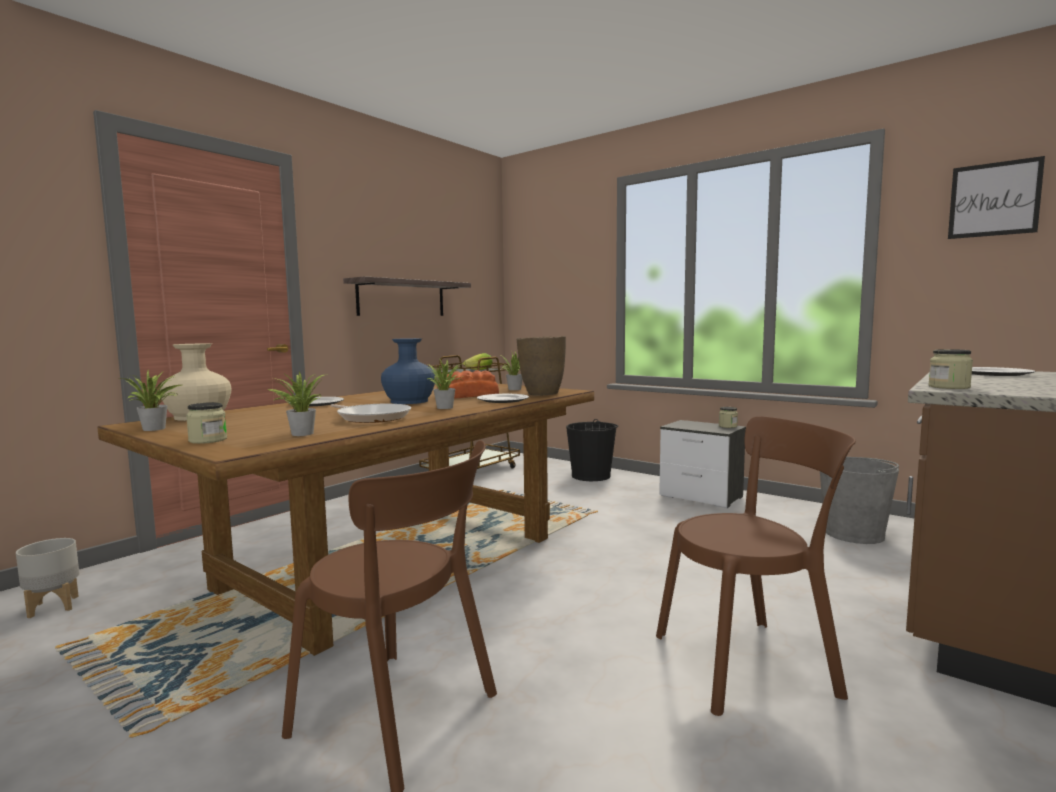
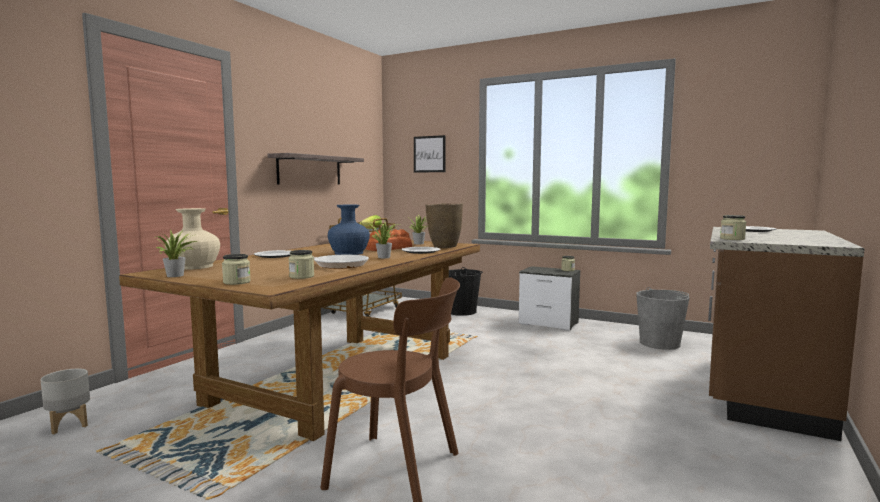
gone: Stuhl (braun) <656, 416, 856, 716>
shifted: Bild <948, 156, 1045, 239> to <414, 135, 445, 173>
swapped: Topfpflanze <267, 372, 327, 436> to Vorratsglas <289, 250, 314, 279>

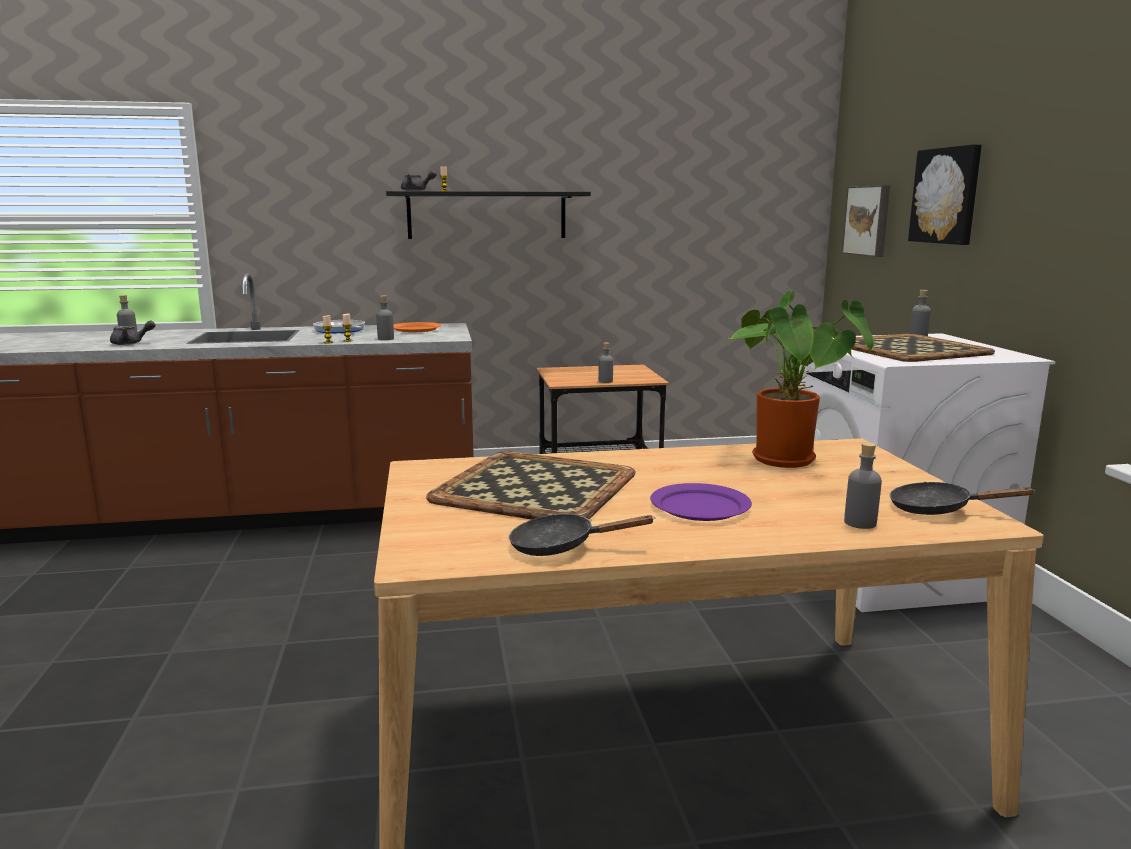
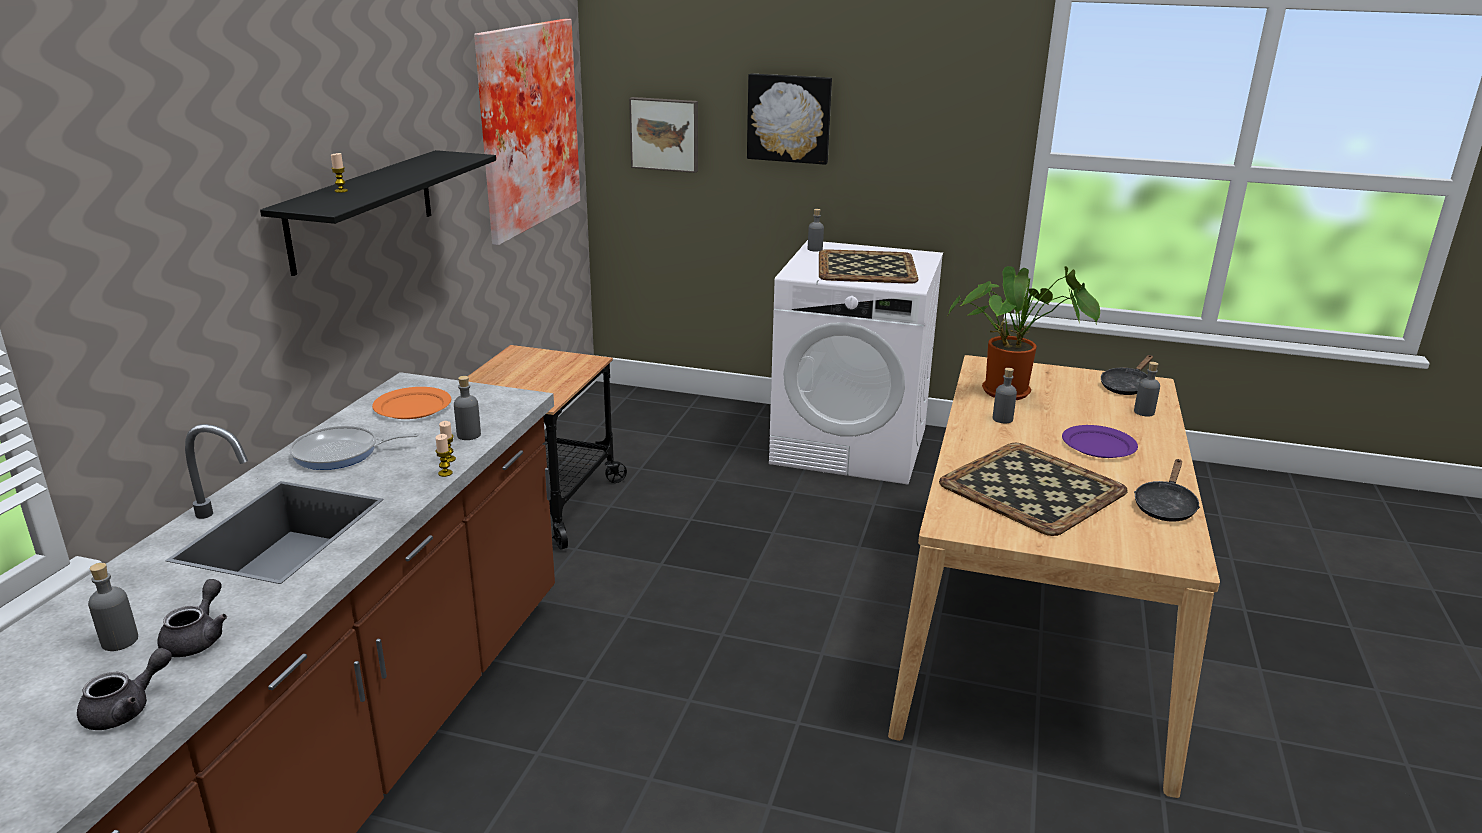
new: Bild <474, 19, 580, 245>
shifted: Teekanne (grau) <401, 170, 437, 191> to <77, 648, 172, 730>; Flasche (grau) <598, 343, 613, 383> to <993, 368, 1017, 423>

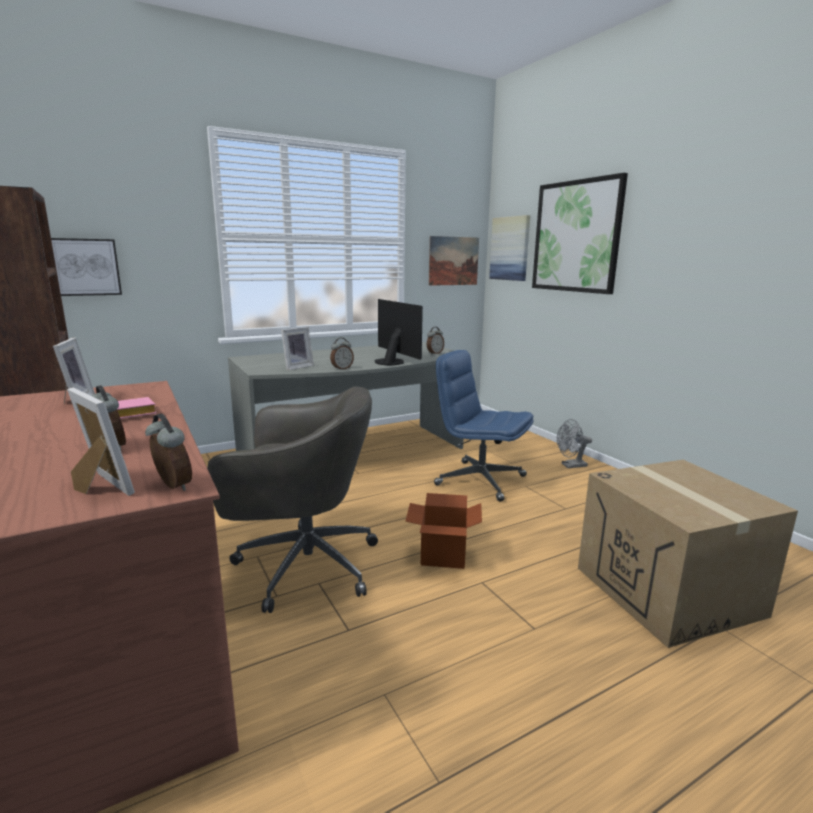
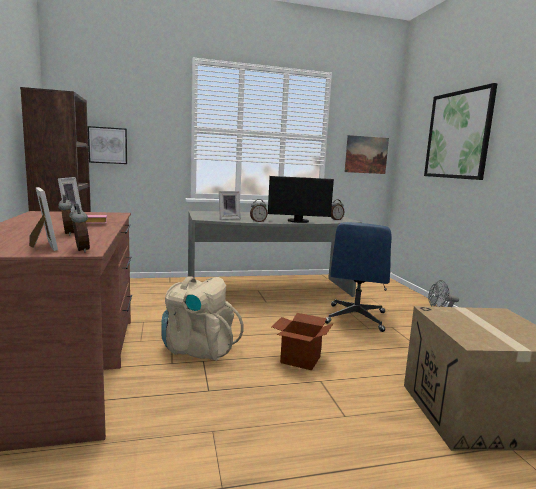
gone: Bild <489, 215, 530, 281>
swapped: Bürostuhl (grau) <207, 386, 378, 613> to Rucksack (beige) <161, 276, 244, 361>
rotated: Monitor <375, 299, 423, 365> = <268, 176, 334, 223> 105 degrees clockwise; Bürostuhl (blau) <434, 350, 533, 502> = <325, 222, 392, 332> 120 degrees counterclockwise

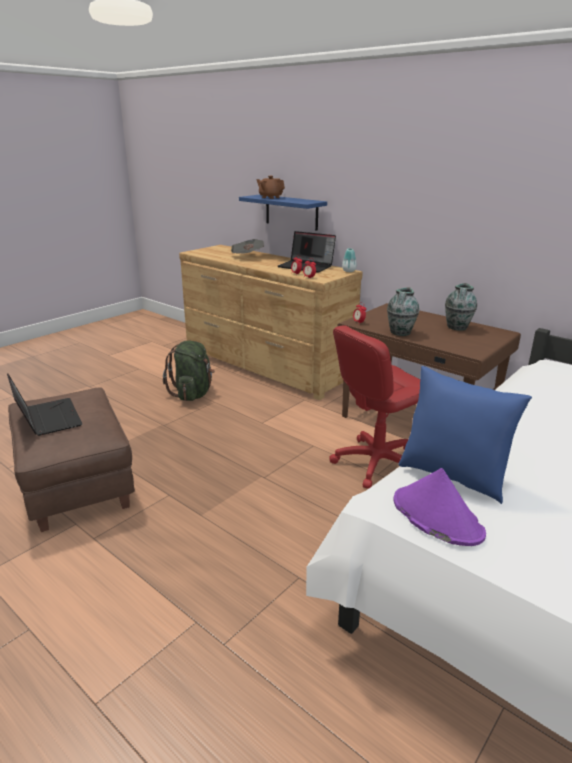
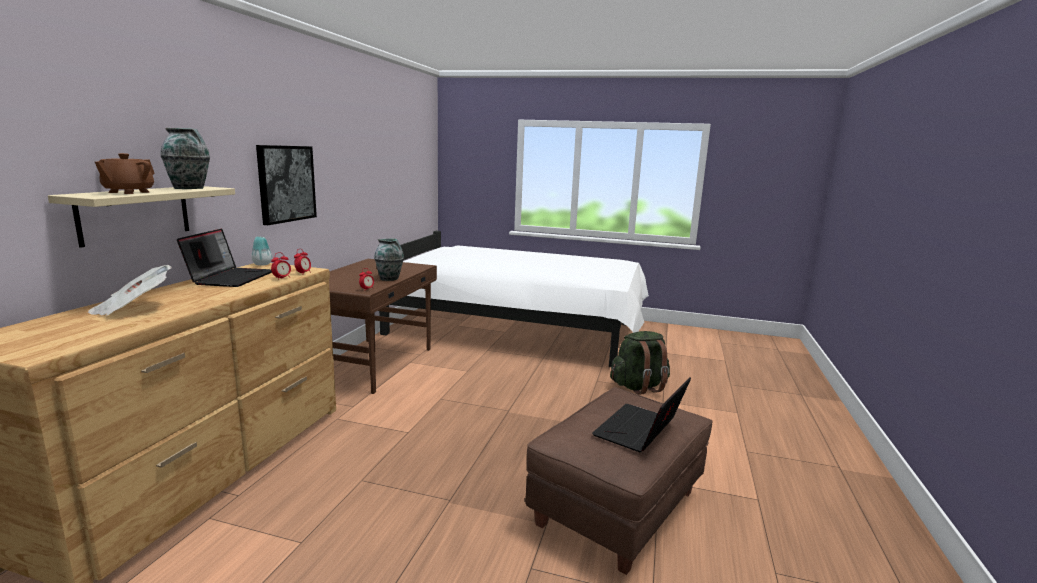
gone: Bürostuhl (rot) <329, 325, 420, 489>; Hut (lila) <394, 468, 486, 546>; Kissen (blau) <398, 366, 532, 504>
new: Bild <256, 145, 317, 225>
shifted: Vase <445, 283, 477, 331> to <161, 128, 210, 189>; Rucksack (grün) <163, 341, 215, 401> to <610, 331, 670, 395>
repainted: Wandregal (blau) <239, 195, 327, 231> to Wandregal (beige) <48, 186, 235, 248>

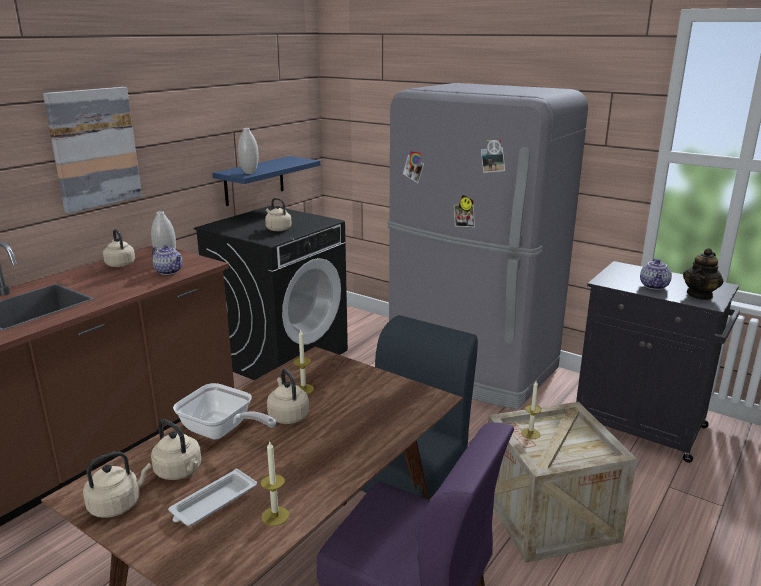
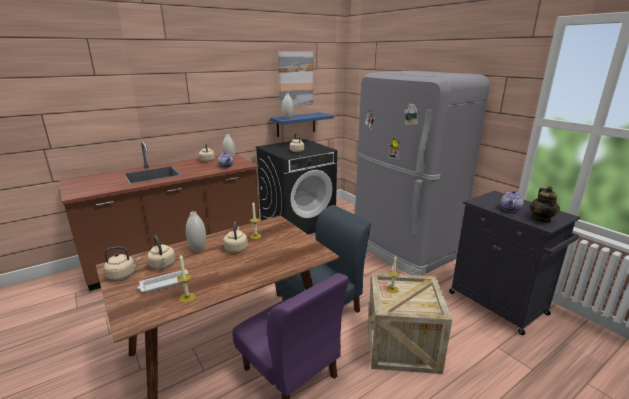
shifted: Bild <43, 87, 142, 213> to <278, 52, 313, 107>
swapped: Pfanne <173, 383, 276, 440> to Vase (weiß) <186, 211, 206, 252>
rotated: Teekanne <683, 248, 723, 300> = <530, 186, 560, 223> 45 degrees counterclockwise

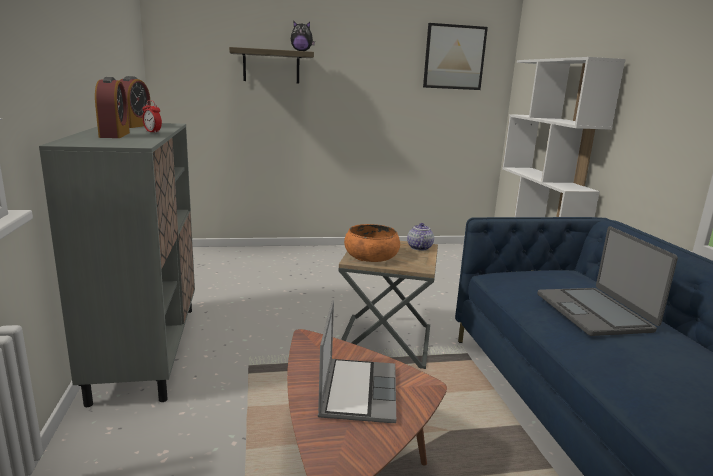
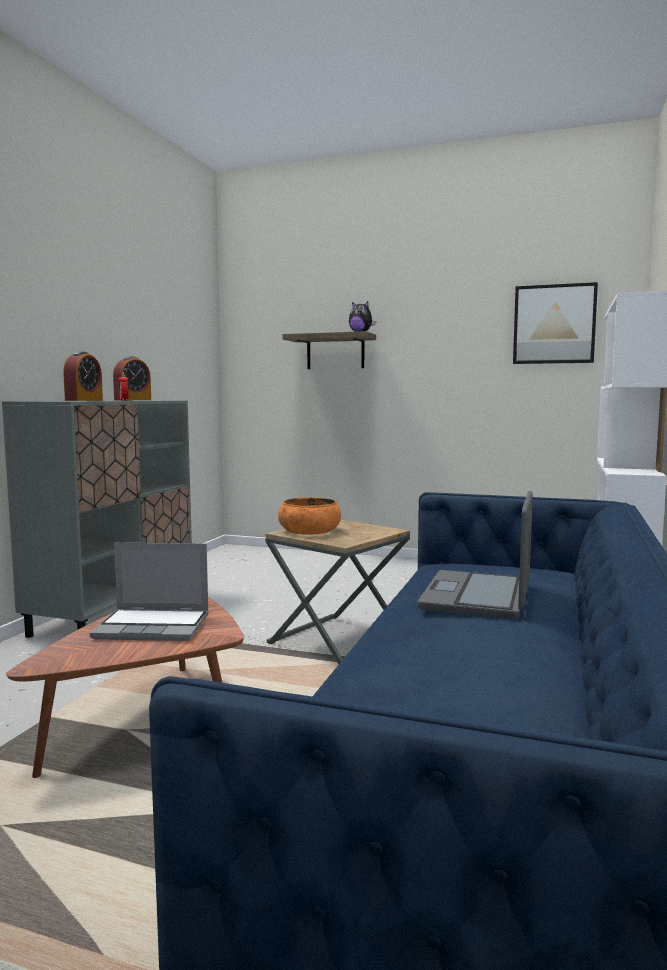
gone: Teekanne <407, 223, 434, 251>
rotated: Laptop <318, 300, 396, 423> = <90, 543, 209, 641> 60 degrees clockwise

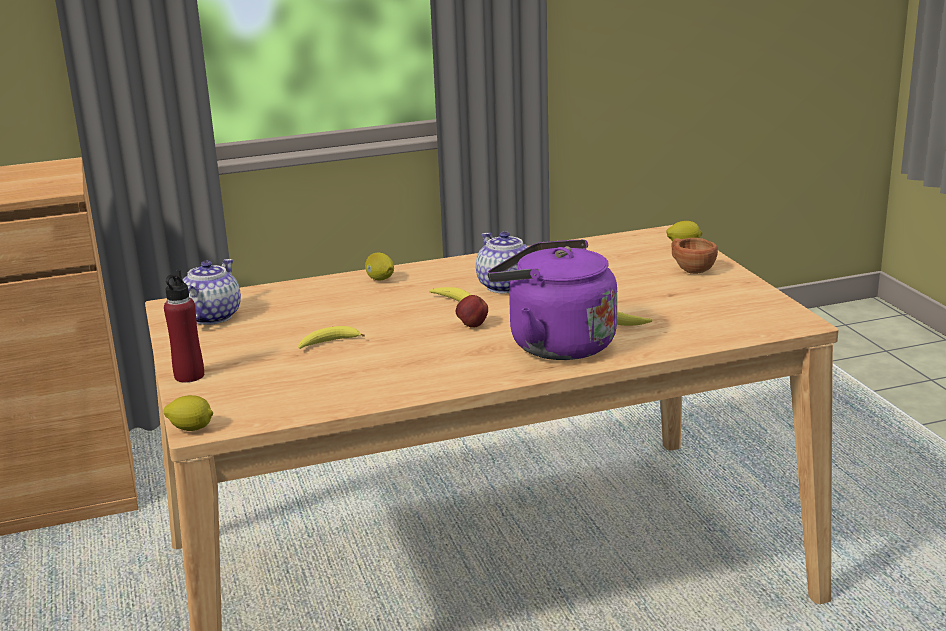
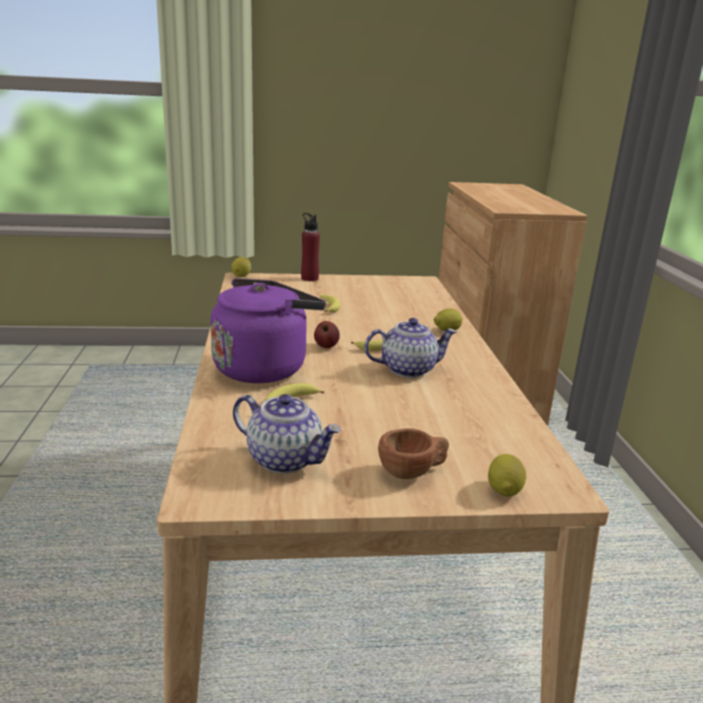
shifted: Teekanne <183, 259, 241, 325> to <233, 394, 341, 474>

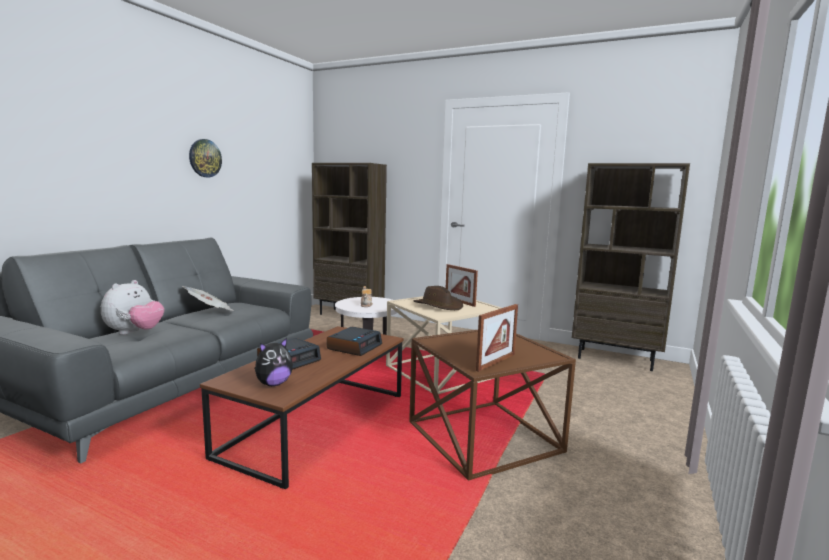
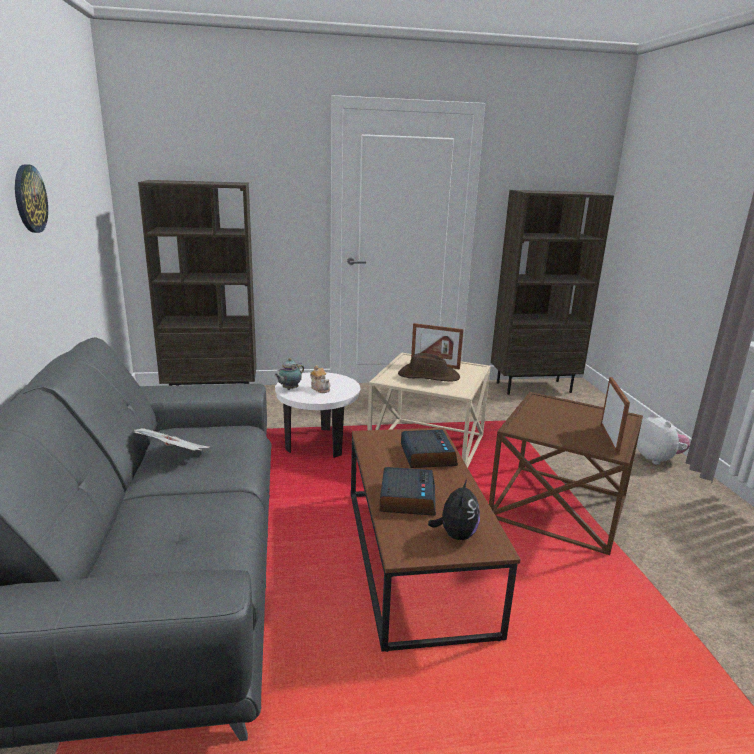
new: Teekanne <274, 358, 304, 390>
shifted: Plüschtier <101, 280, 164, 335> to <637, 413, 690, 465>

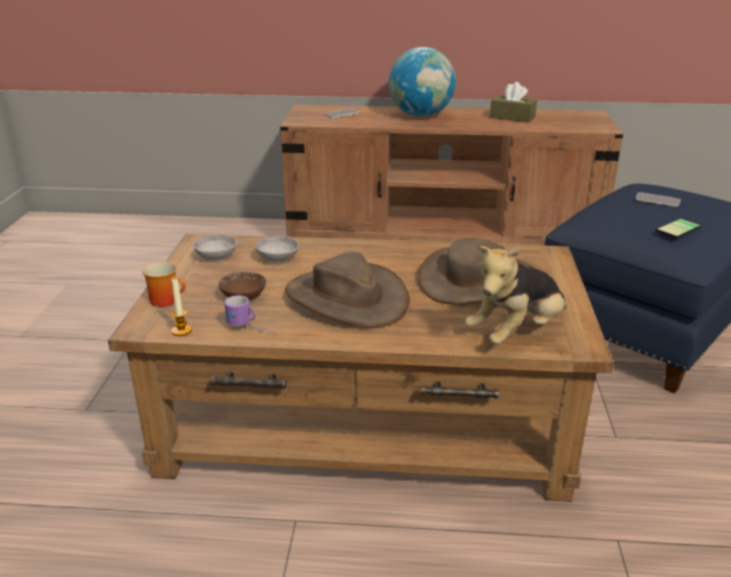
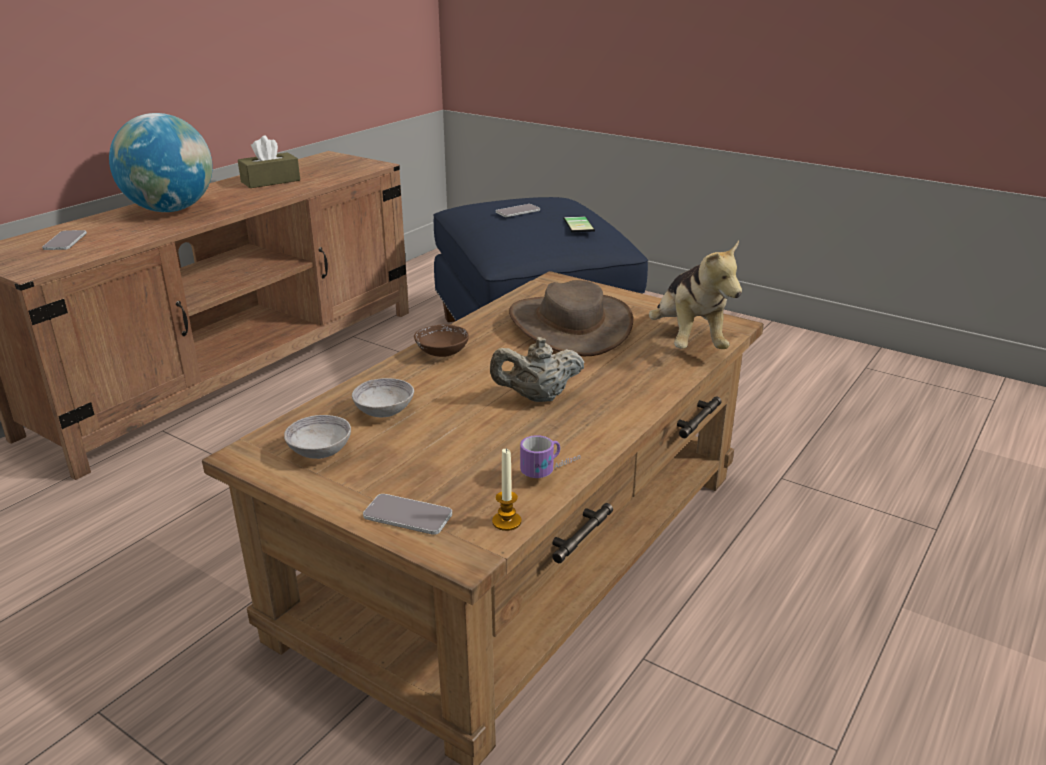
shifted: Schüssel (braun) <219, 272, 266, 300> to <414, 325, 469, 357>
swapped: Henkelbecher <142, 262, 186, 307> to Handy <363, 494, 452, 535>; Hut (braun) <285, 252, 410, 327> to Teekanne (beige) <490, 337, 585, 402>

